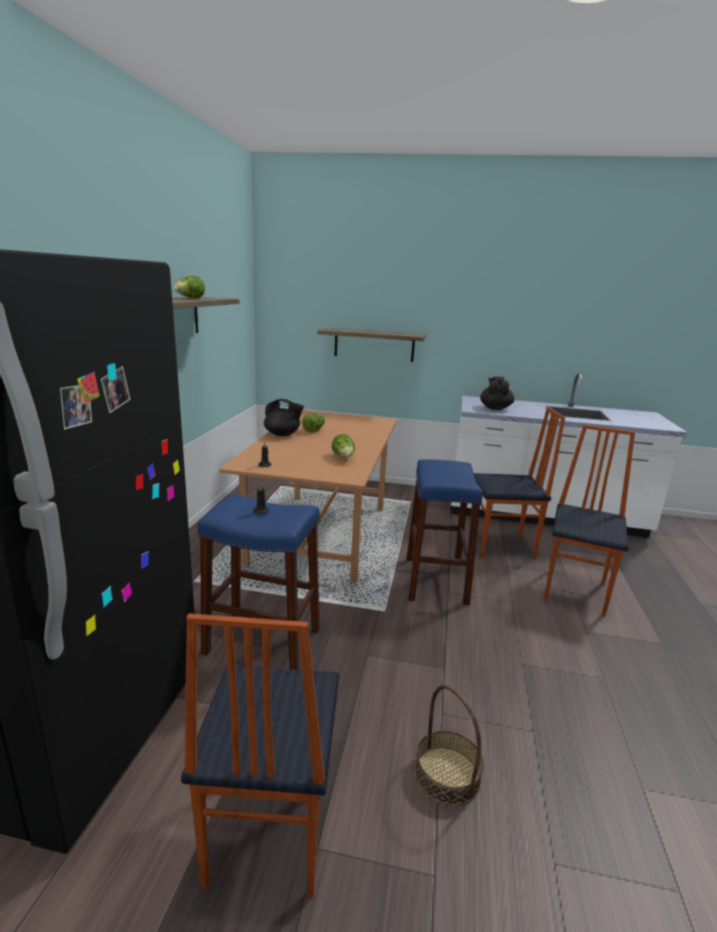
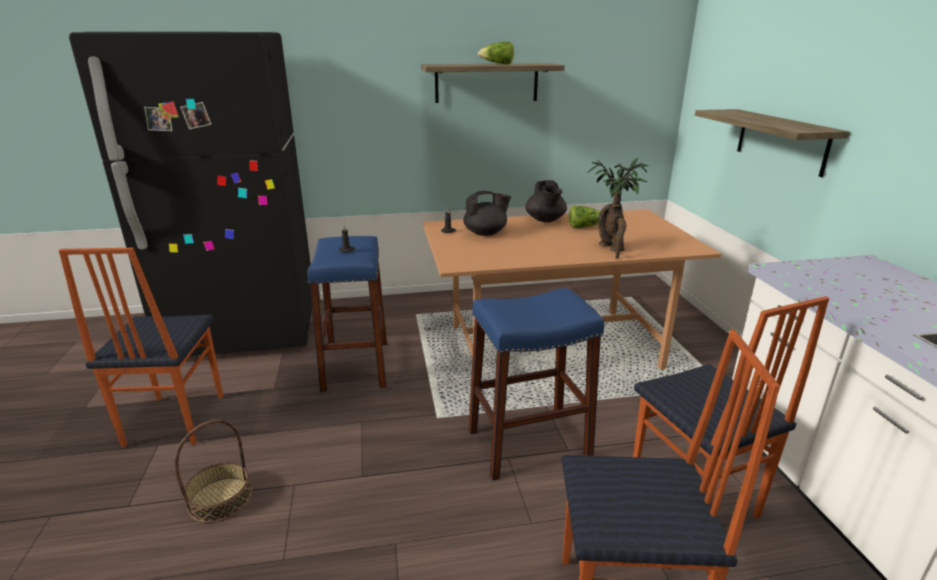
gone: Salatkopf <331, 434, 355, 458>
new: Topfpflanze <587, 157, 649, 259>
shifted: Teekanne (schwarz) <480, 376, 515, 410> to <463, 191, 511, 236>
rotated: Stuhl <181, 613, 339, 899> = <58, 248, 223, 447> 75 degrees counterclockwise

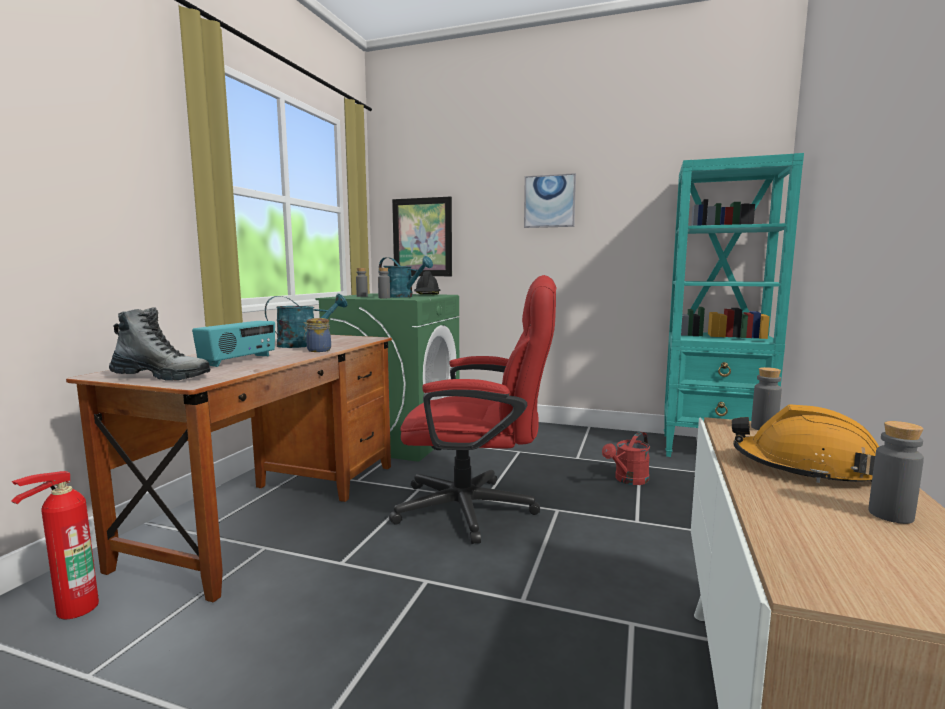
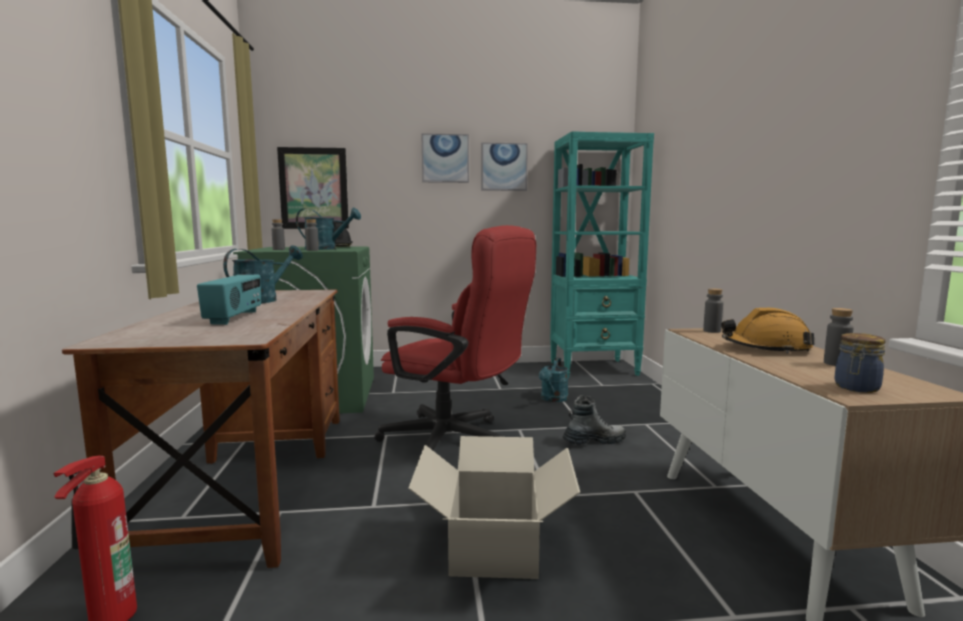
new: Karton <408, 436, 580, 579>; Bild <481, 142, 528, 191>
shifted: Stiefel <109, 307, 210, 381> to <563, 395, 626, 445>; Vorratsglas <303, 318, 331, 352> to <835, 333, 886, 393>
repainted: Gießkanne (rot) <602, 432, 650, 485> to Gießkanne (türkis) <539, 358, 568, 402>
rotated: Bürostuhl (rot) <389, 275, 557, 544> = <374, 225, 536, 450> 45 degrees clockwise

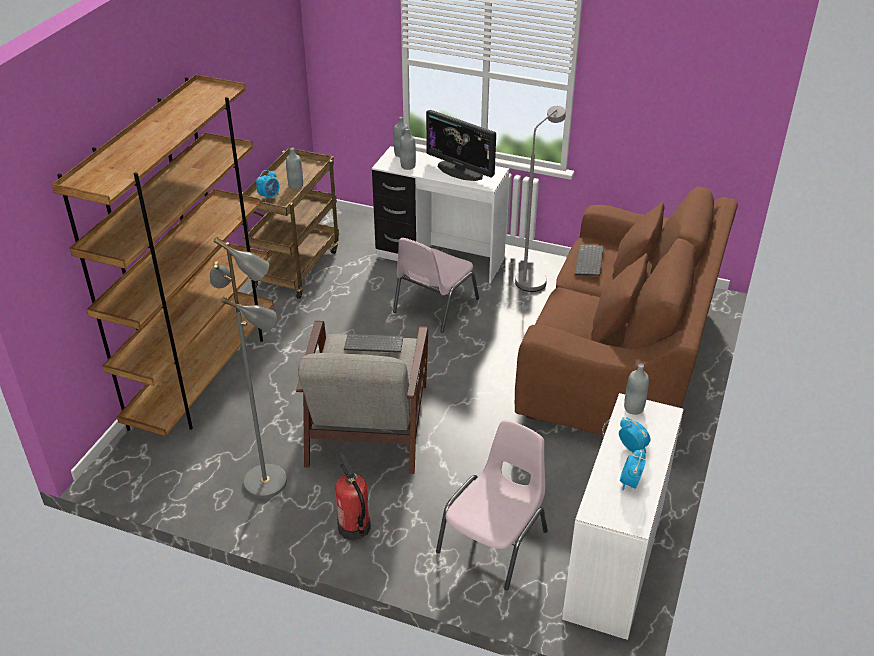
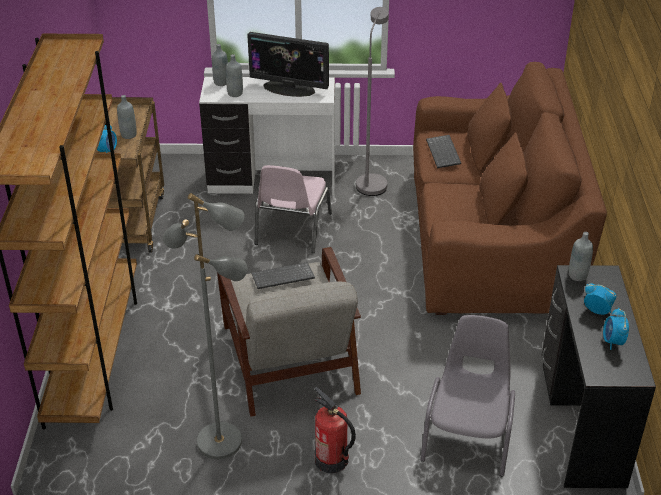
repainted: Stuhl (rosa) <436, 420, 548, 590> to Stuhl (grau) <421, 315, 515, 477>; Schreibtisch (weiß) <562, 393, 684, 640> to Schreibtisch (schwarz) <542, 265, 656, 489>

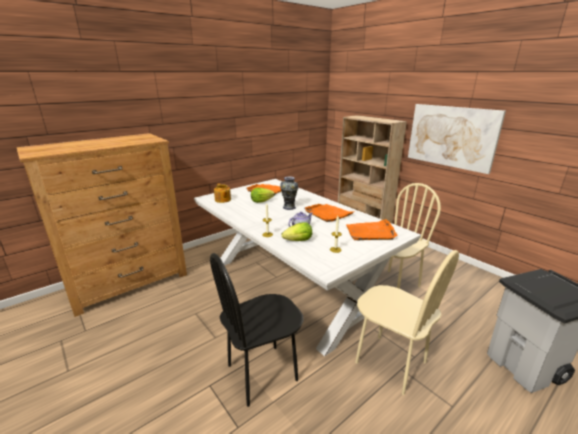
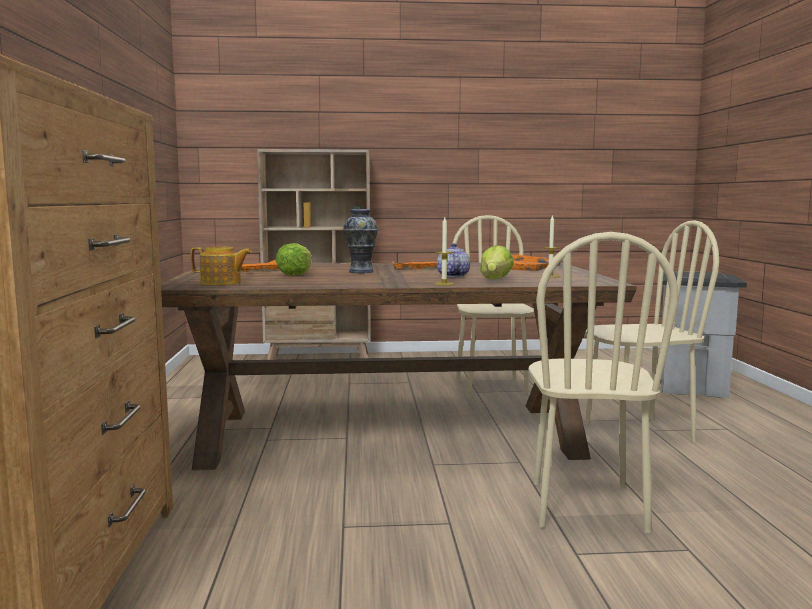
gone: Bild <408, 104, 506, 174>
repainted: Esstisch (weiß) <194, 179, 421, 356> to Esstisch (braun) <161, 262, 636, 471>; Stuhl (schwarz) <210, 253, 303, 407> to Stuhl (beige) <528, 232, 678, 533>

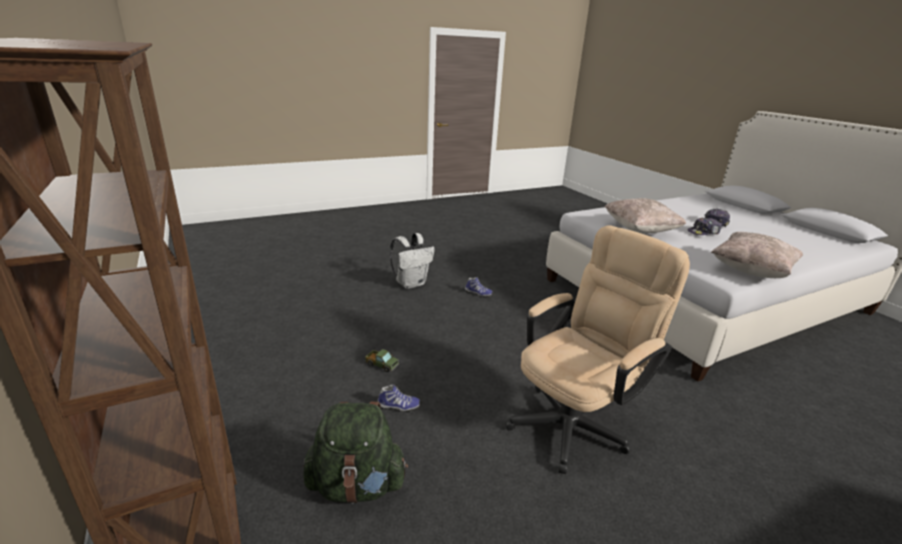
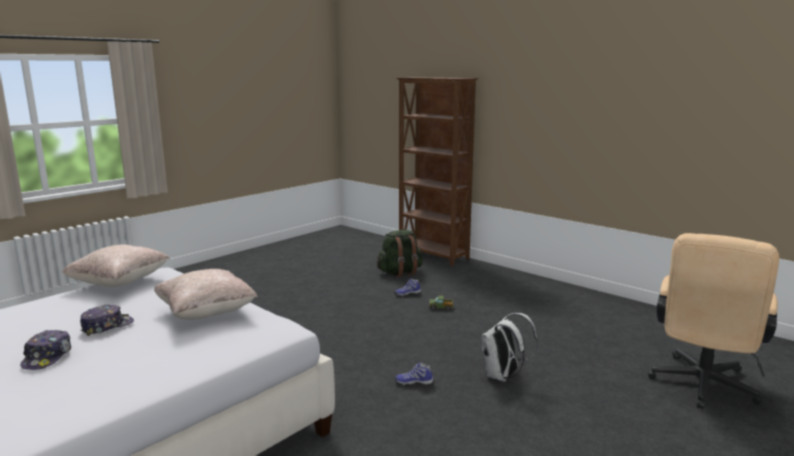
shifted: Bürostuhl (beige) <505, 225, 690, 474> to <647, 233, 779, 409>

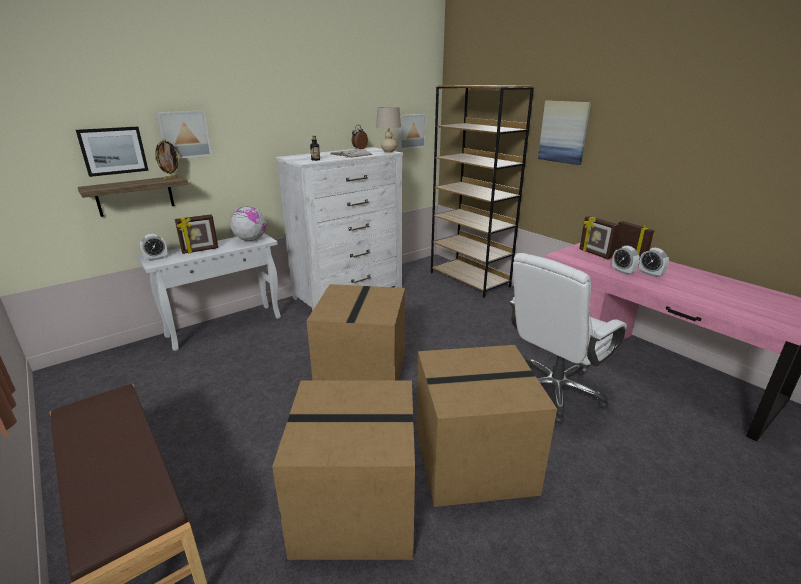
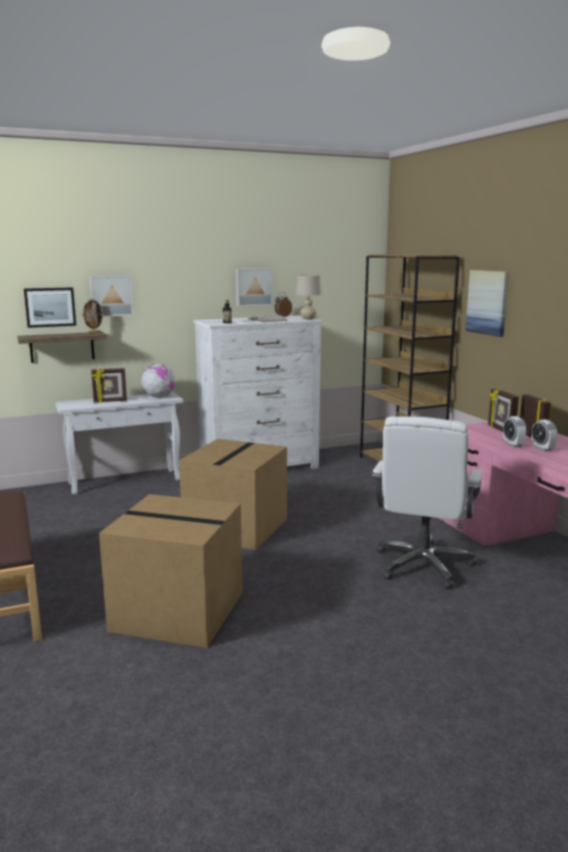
gone: Wecker <140, 234, 167, 261>; Karton <417, 345, 557, 507>
shifted: Bild <398, 114, 426, 150> to <236, 268, 272, 307>
rotated: Bürostuhl (weiß) <509, 253, 627, 424> = <372, 416, 482, 589> 45 degrees counterclockwise

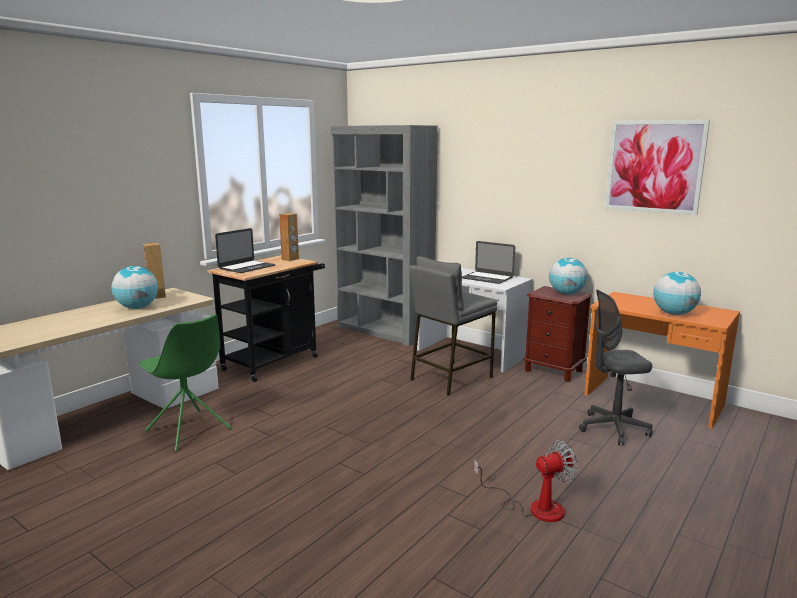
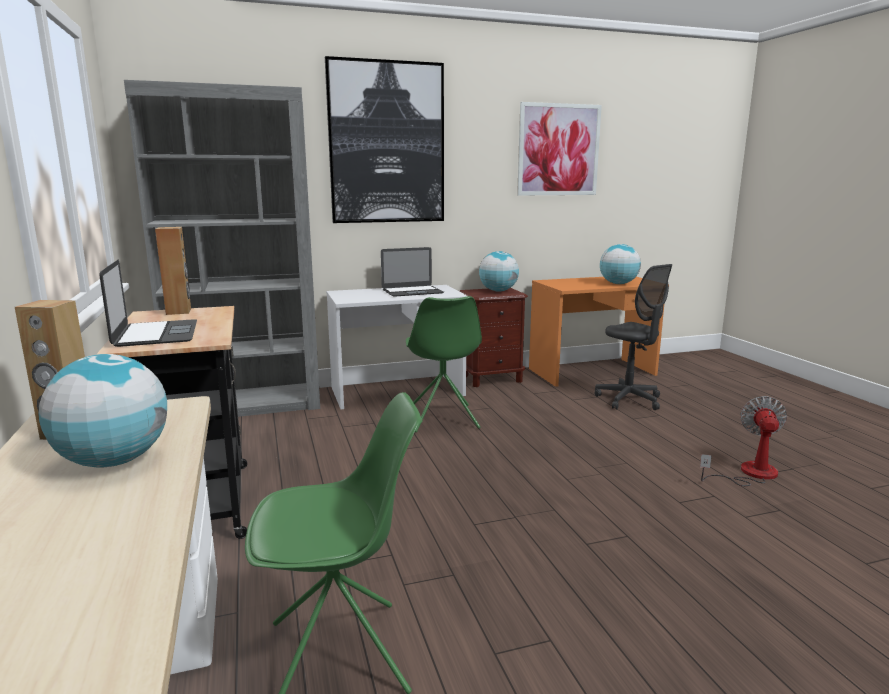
new: Bild <325, 56, 444, 223>
swapped: Hocker (grau) <410, 256, 497, 396> to Stuhl (grün) <406, 296, 482, 432>
rotated: Bürostuhl (grau) <579, 289, 652, 446> = <595, 264, 672, 410> 60 degrees counterclockwise

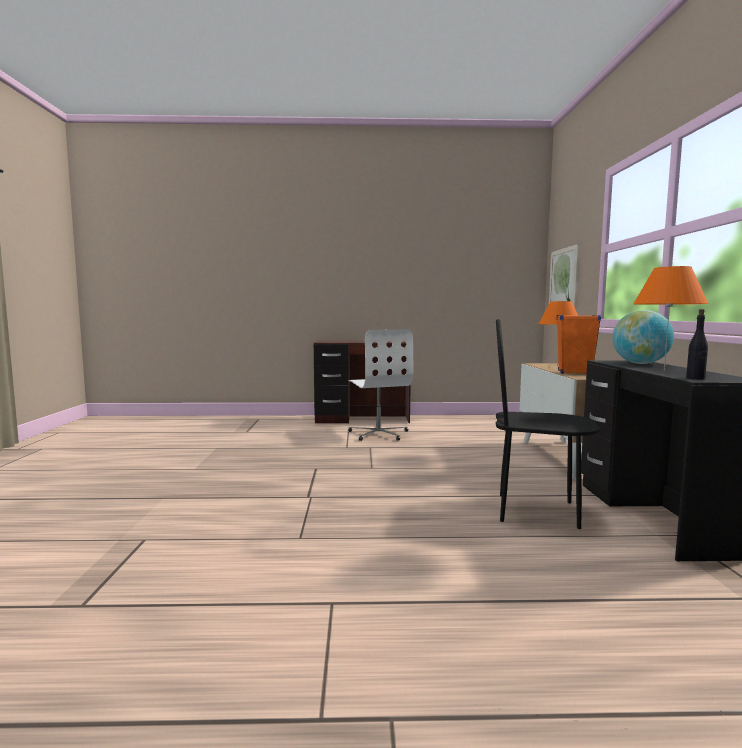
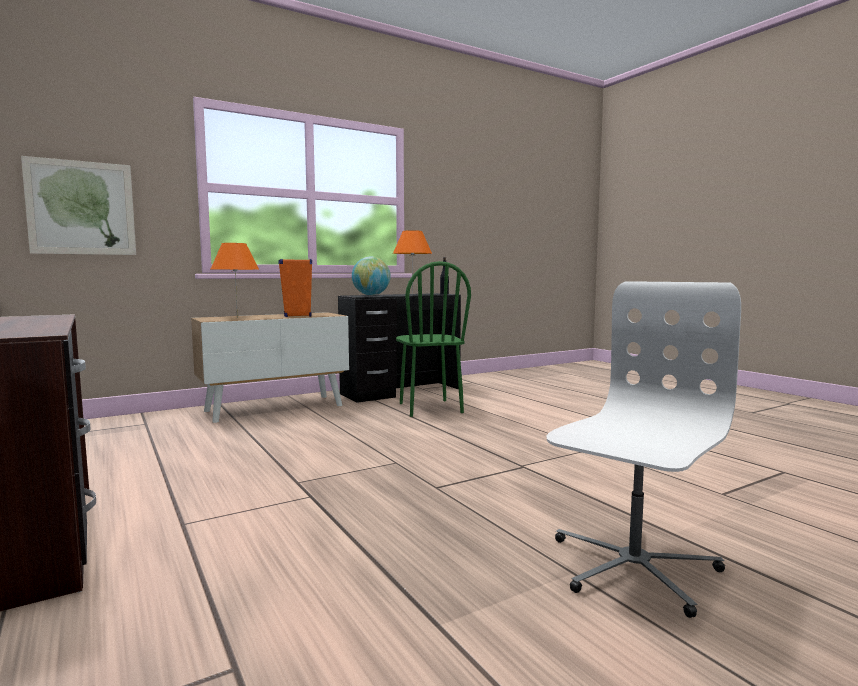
shifted: Bürostuhl (weiß) <348, 329, 413, 441> to <546, 281, 741, 618>
repainted: Stuhl (schwarz) <496, 319, 600, 529> to Stuhl (grün) <396, 261, 471, 417>

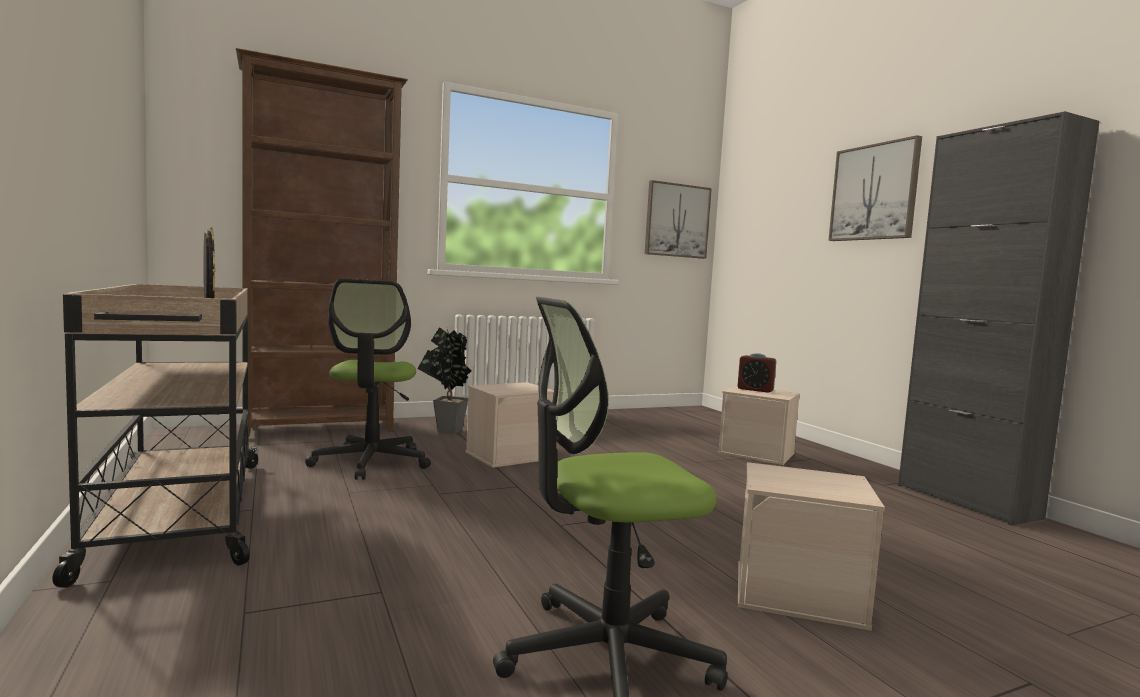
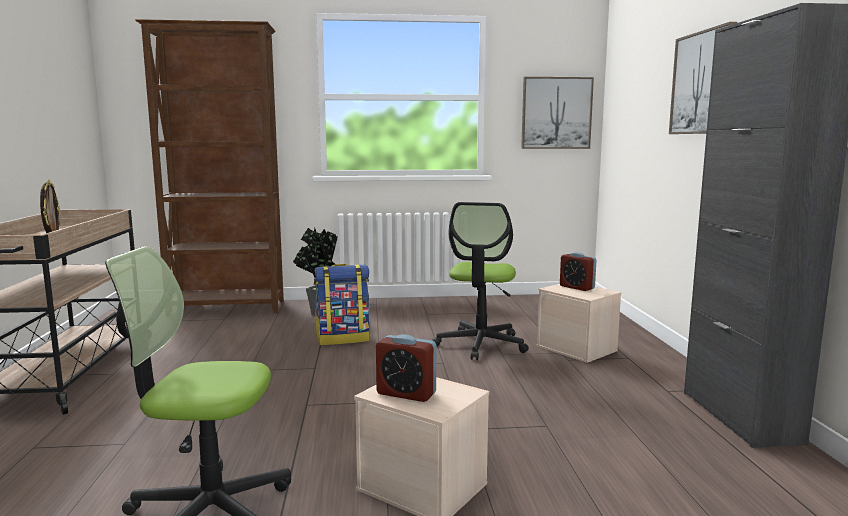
new: Wecker <376, 335, 436, 402>
shifted: Bürostuhl <305, 279, 431, 480> to <432, 202, 529, 360>
swapped: Aufbewahrungsbox (beige) <466, 382, 554, 468> to Rucksack <314, 264, 370, 345>

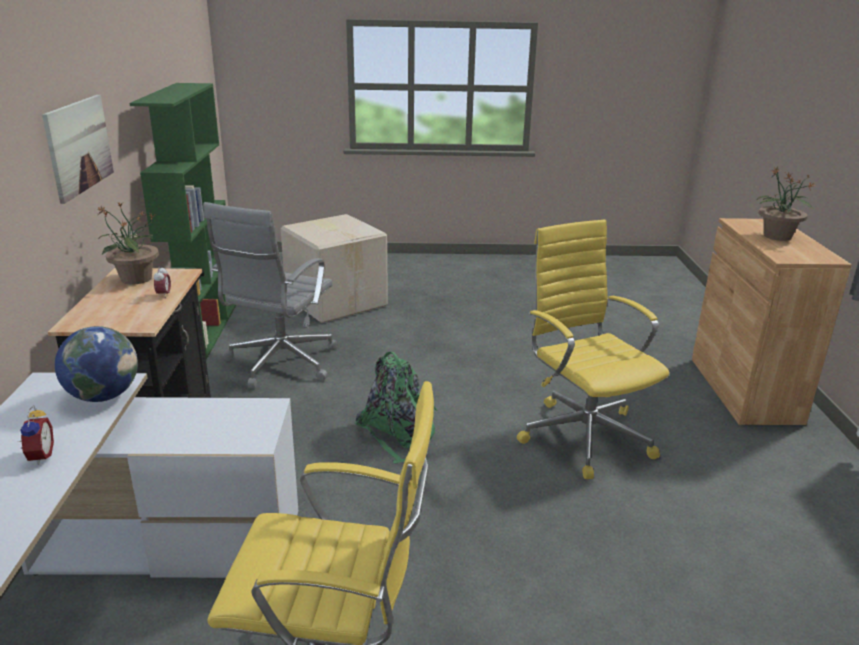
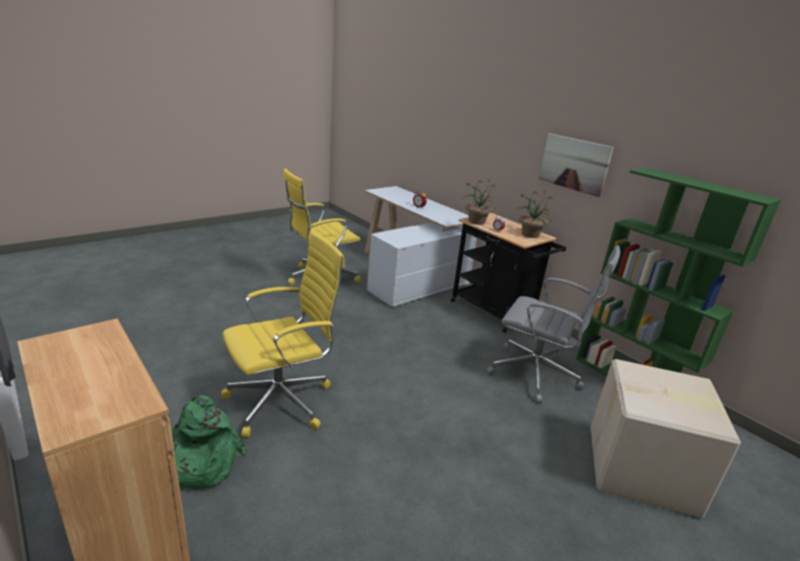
gone: Globus <55, 326, 138, 402>
shifted: Rucksack (grün) <355, 352, 438, 464> to <172, 395, 247, 489>; Topfpflanze <756, 167, 814, 241> to <463, 179, 496, 225>
rotated: Bürostuhl (gelb) <517, 219, 669, 479> = <221, 232, 345, 438> 60 degrees counterclockwise; Bürostuhl (grau) <203, 202, 338, 388> = <486, 245, 620, 403> 135 degrees clockwise

